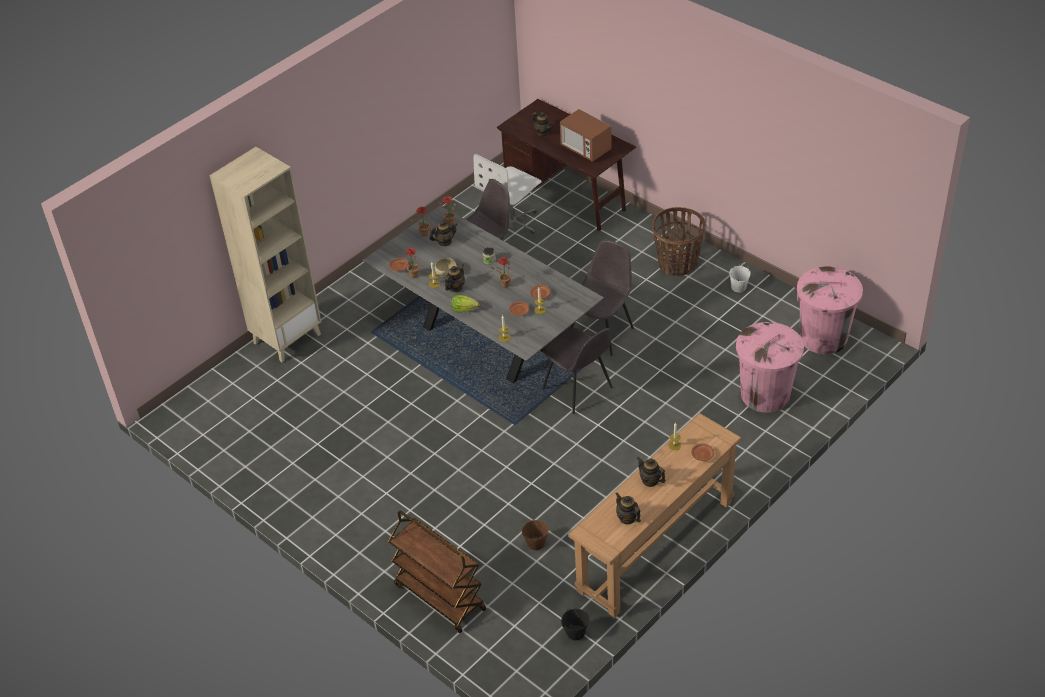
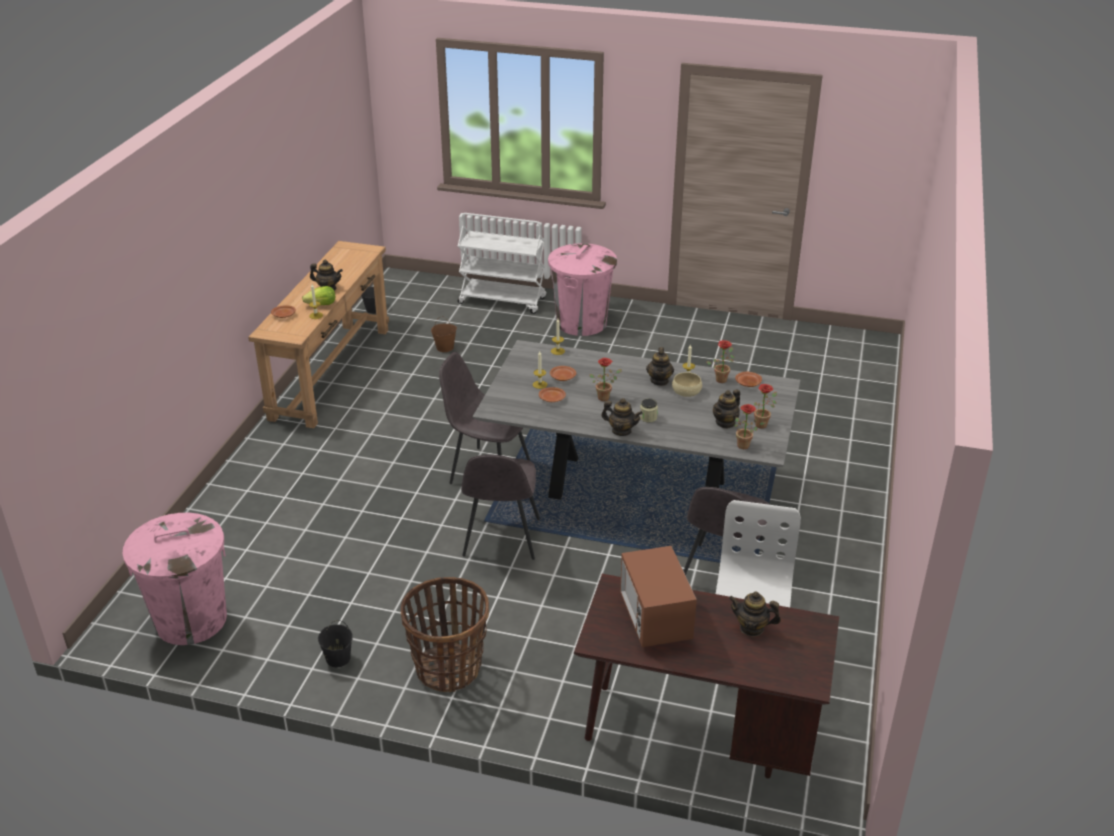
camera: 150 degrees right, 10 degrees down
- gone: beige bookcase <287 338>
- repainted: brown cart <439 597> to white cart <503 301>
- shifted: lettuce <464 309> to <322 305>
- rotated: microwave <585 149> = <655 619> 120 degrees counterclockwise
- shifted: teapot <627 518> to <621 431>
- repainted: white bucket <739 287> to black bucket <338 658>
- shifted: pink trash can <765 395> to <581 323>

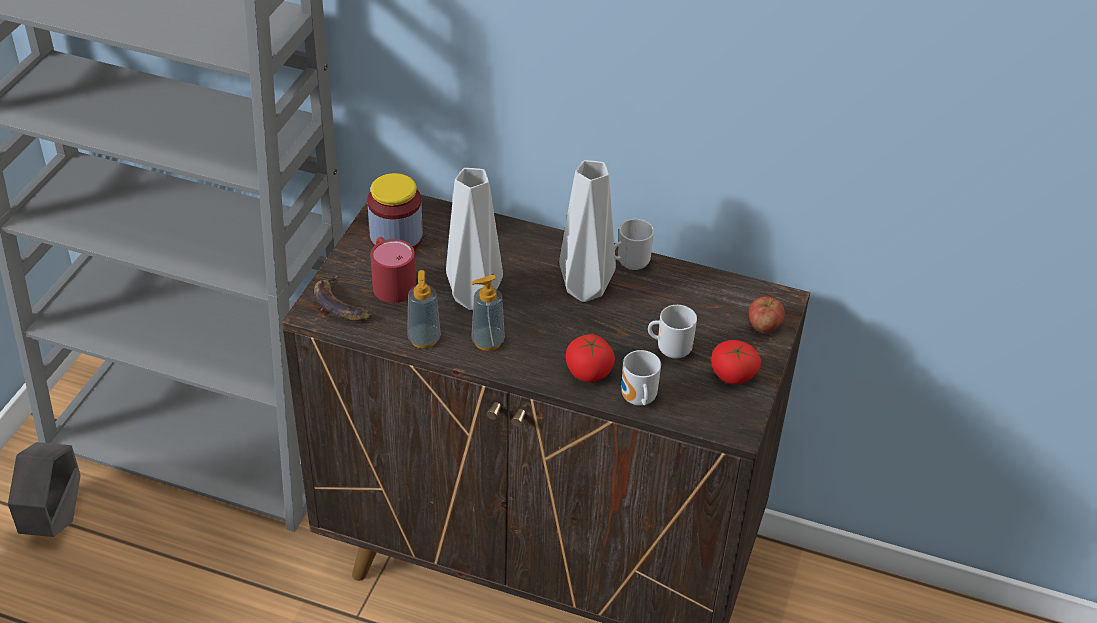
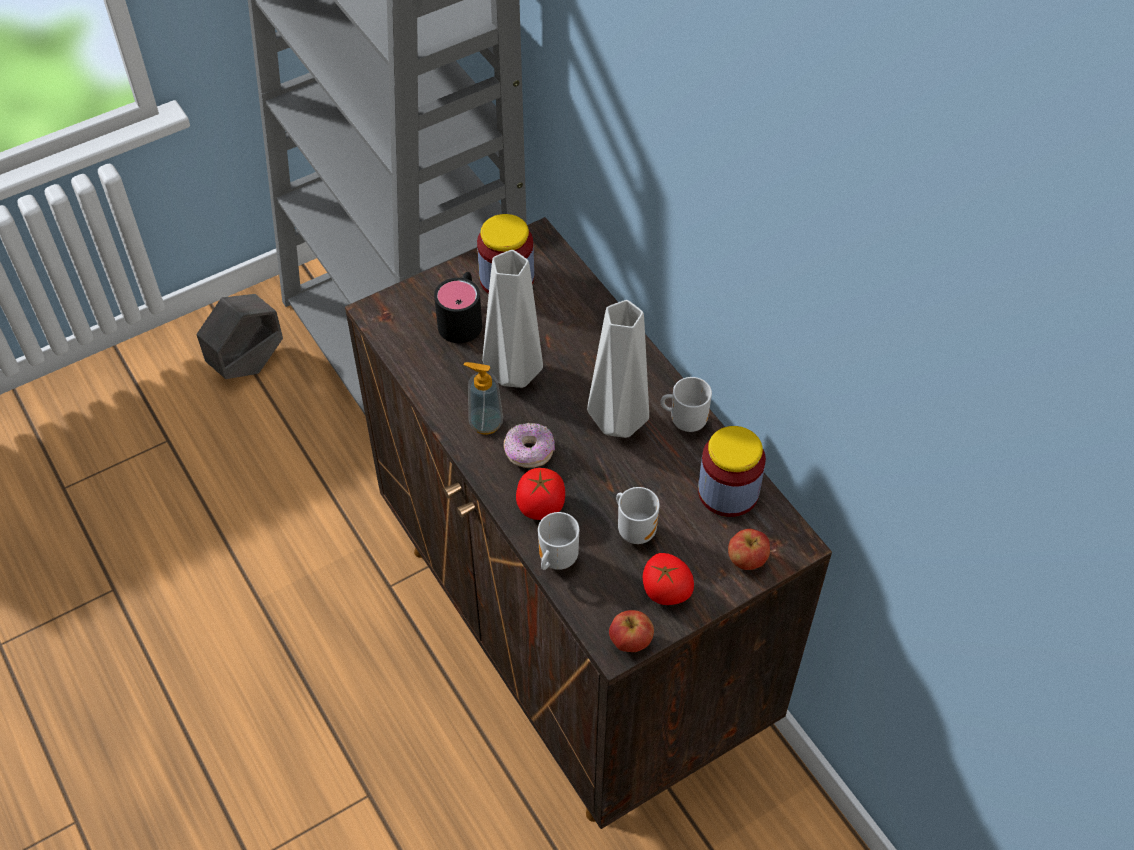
camera: 40 degrees right, 10 degrees up
- gone: banana <341 304>
- repainted: red mug <390 281> to black mug <462 318>
- gone: soap dispenser <424 339>
- new: donut <529 452>
- new: apple <631 641>
- new: jar <728 492>

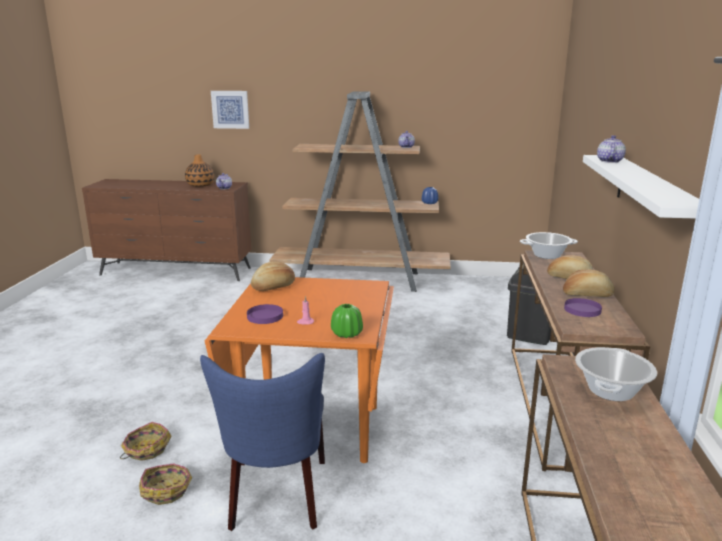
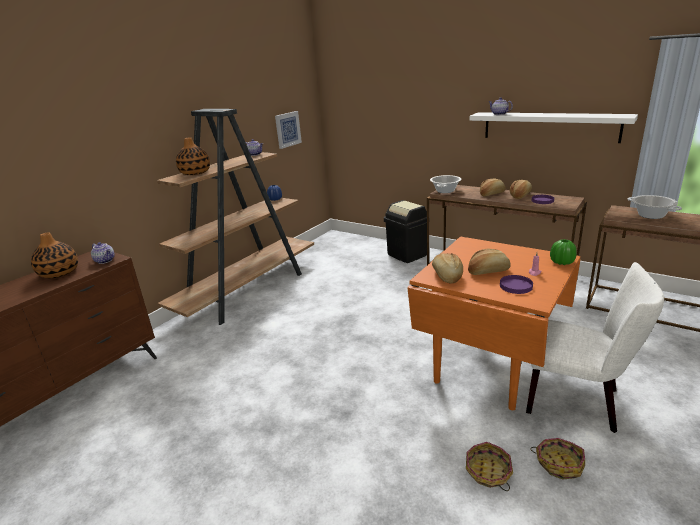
camera: 60 degrees left, 5 degrees up
- repainted: blue chair <277 498> to white chair <579 401>
- shifted: picture <230 109> to <287 129>
- new: vase <195 173>
- new: bread <488 271>

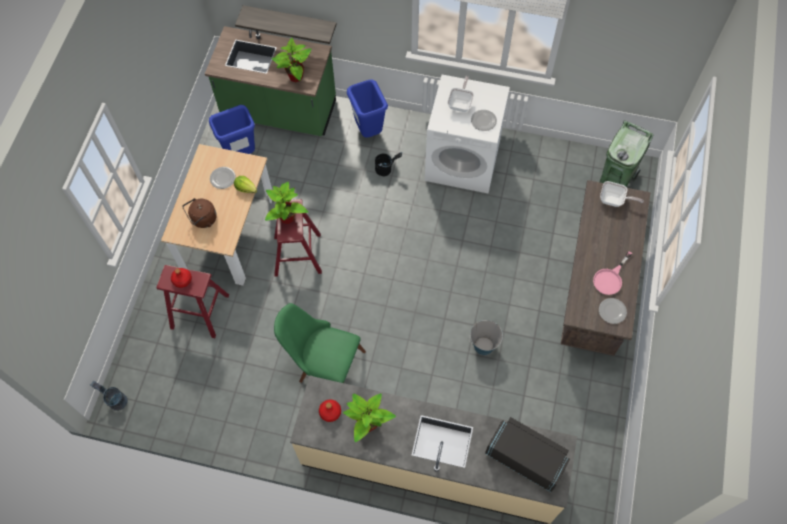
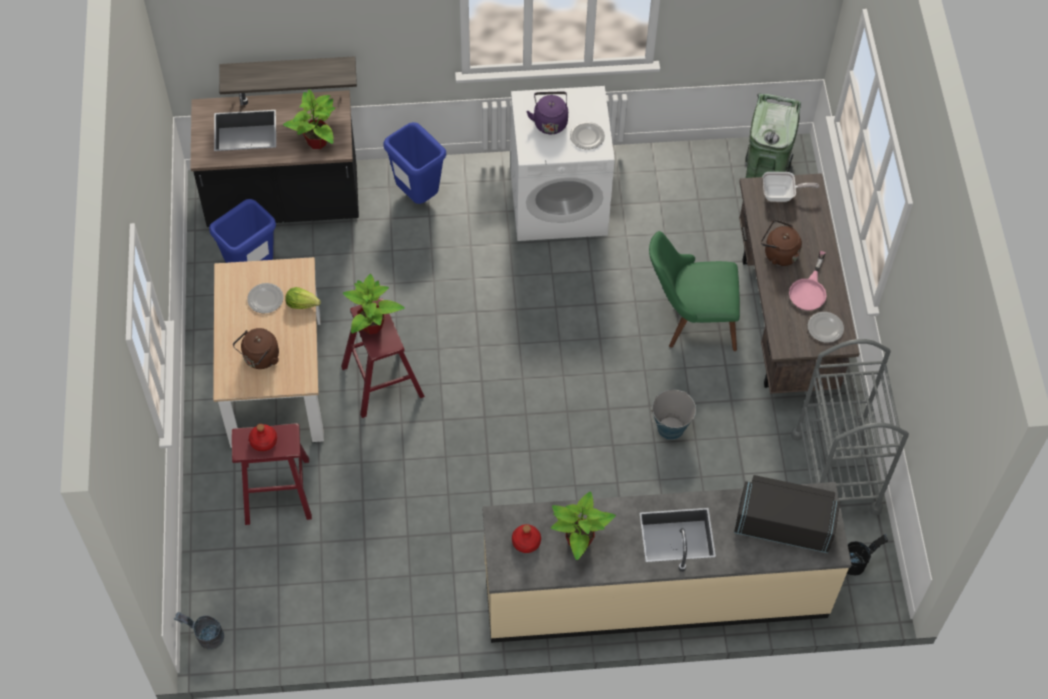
camera: 20 degrees left, 5 degrees down
- repainted: green counter <279 112> to black counter <284 201>
- shifted: green chair <323 364> to <690 319>
- shifted: black bucket <386 169> to <857 562>
- swapped: frying pan <461 103> to purple kettle <550 121>
- new: brown kettle <778 253>
- new: grey cart <835 472>

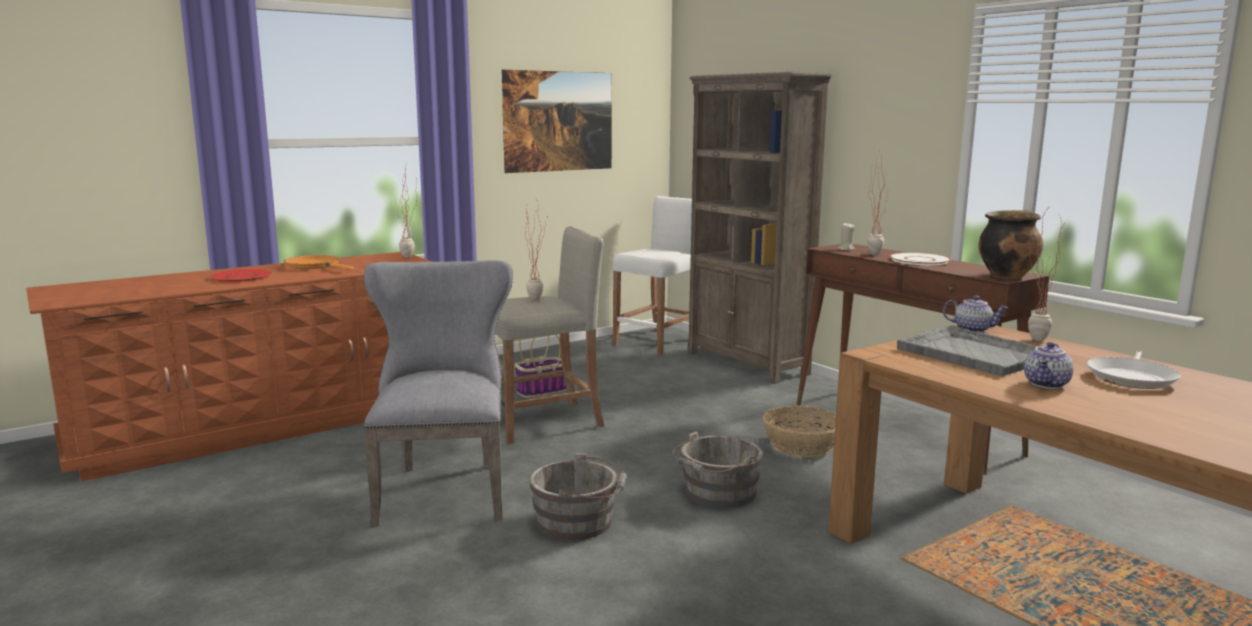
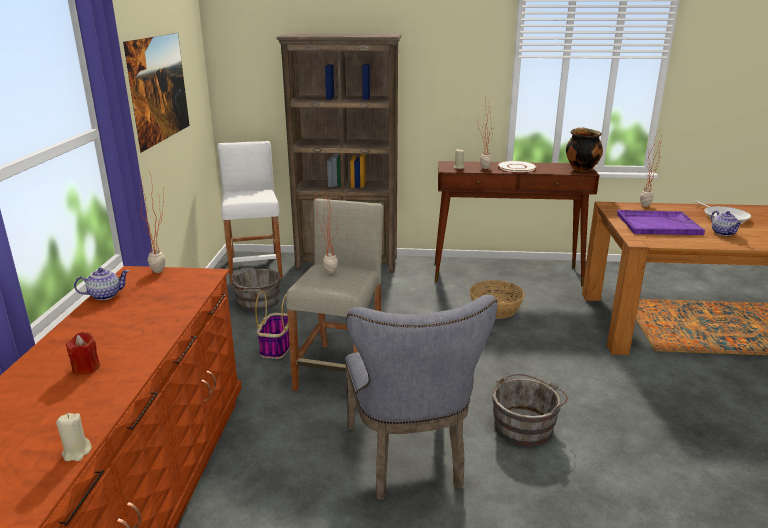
camera: 50 degrees left, 10 degrees up
- swapped: red plate <241 277> to red candle <86 368>
- gone: orange frying pan <315 266>
- rotated: grey chair <444 488> = <409 460> 135 degrees counterclockwise
- shifted: grey bucket <717 493> to <258 303>
- repainted: grey tray <972 353> to purple tray <657 224>
- shifted: teapot <973 329> to <105 295>
- new: beige candle <77 452>

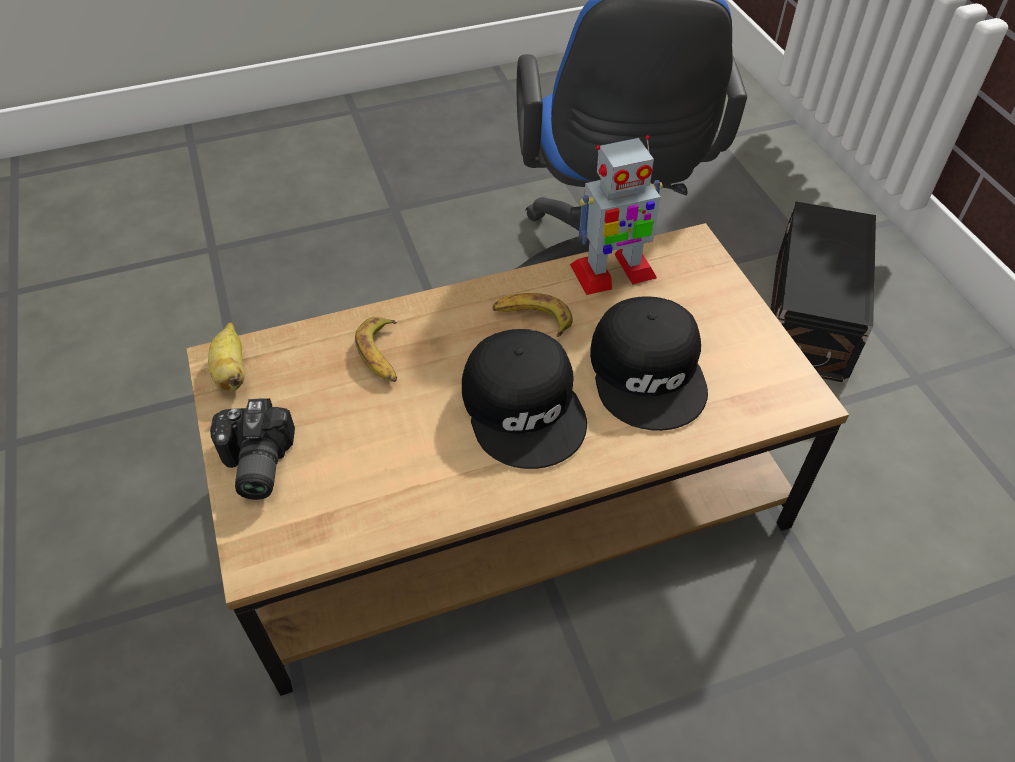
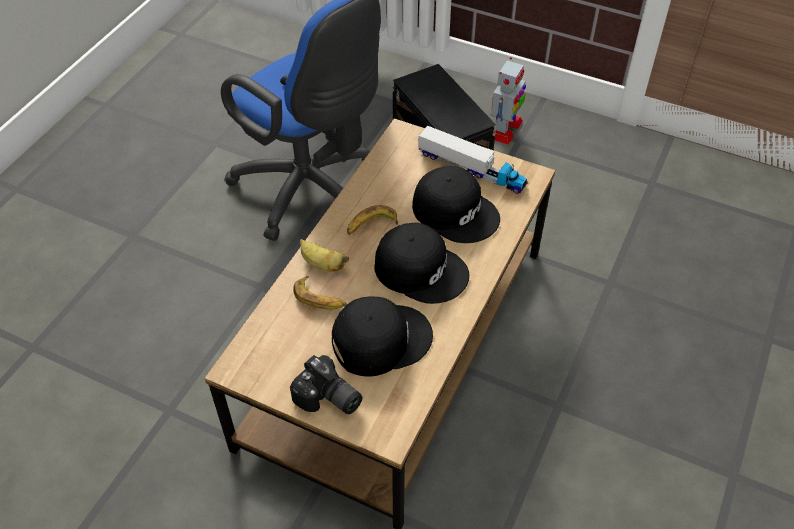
camera: 45 degrees left, 0 degrees up
- shifted: banana <231 371> to <322 264>
- shifted: toy robot <612 272> to <504 129>
- new: black cap <380 339>
- new: toy truck <471 169>

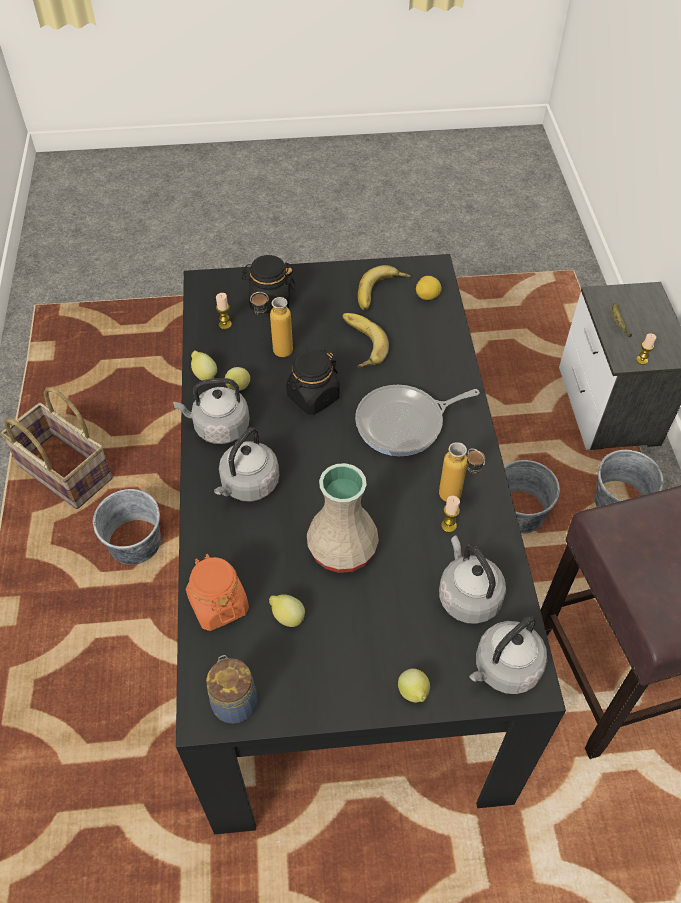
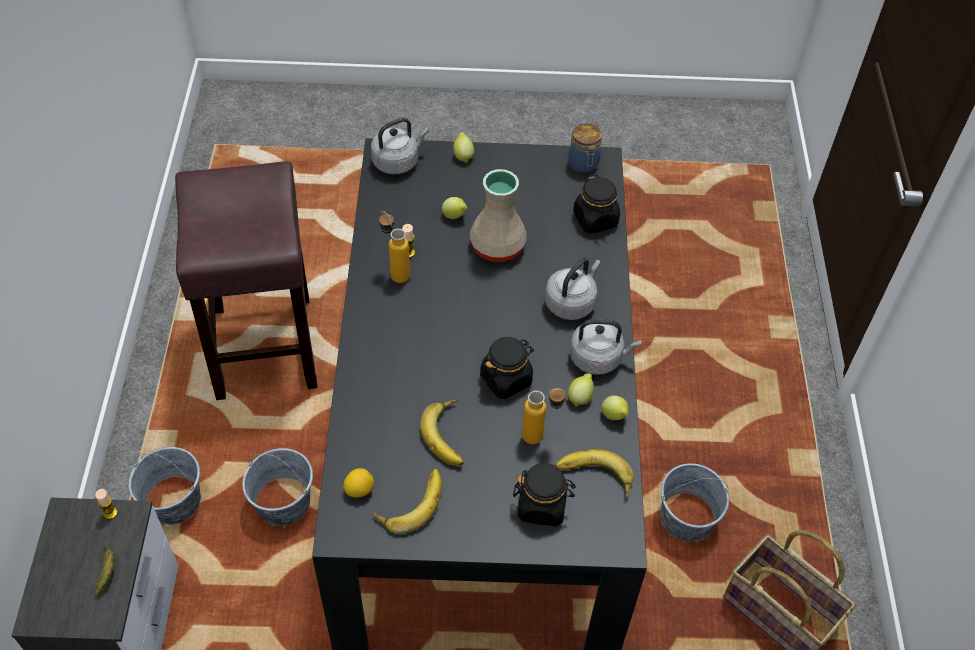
camera: 175 degrees left, 0 degrees up
- repainted: orange jar <218 604> to black jar <595 219>
- swapped: candle <225 324> to banana <594 478>
- shifted: lemon <287 617> to <455 216>
- gone: frying pan <404 424>
- gone: grey kettle <467 596>

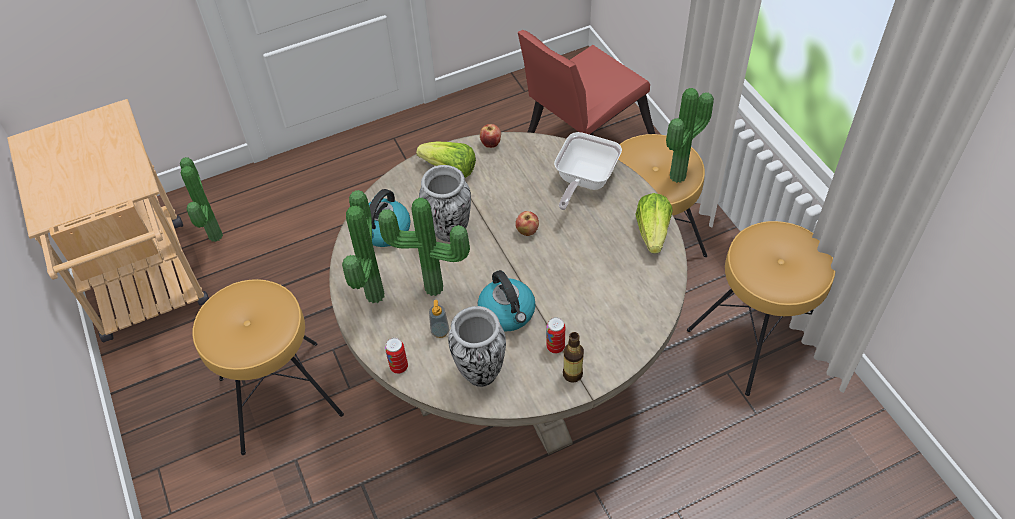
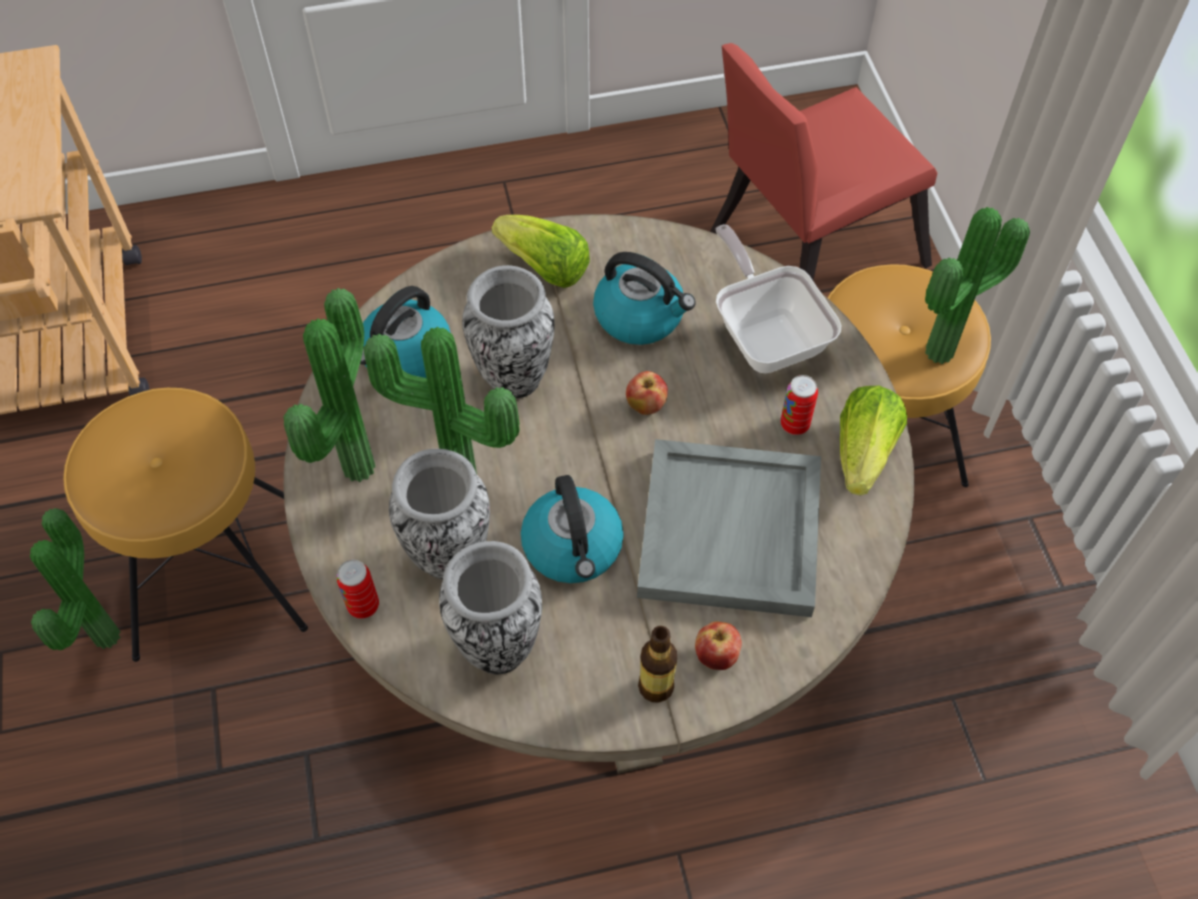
camera: 10 degrees right, 5 degrees up
- shifted: potted plant <213 237> to <101 637>
- swapped: soap dispenser <440 331> to vase <449 556>
- shifted: apple <491 144> to <716 656>
- shifted: can <555 347> to <794 424>
- rotated: frying pan <583 181> = <766 334> 120 degrees clockwise
- gone: brown stool <755 338>
- new: kettle <640 316>
- new: grey tray <731 533>

